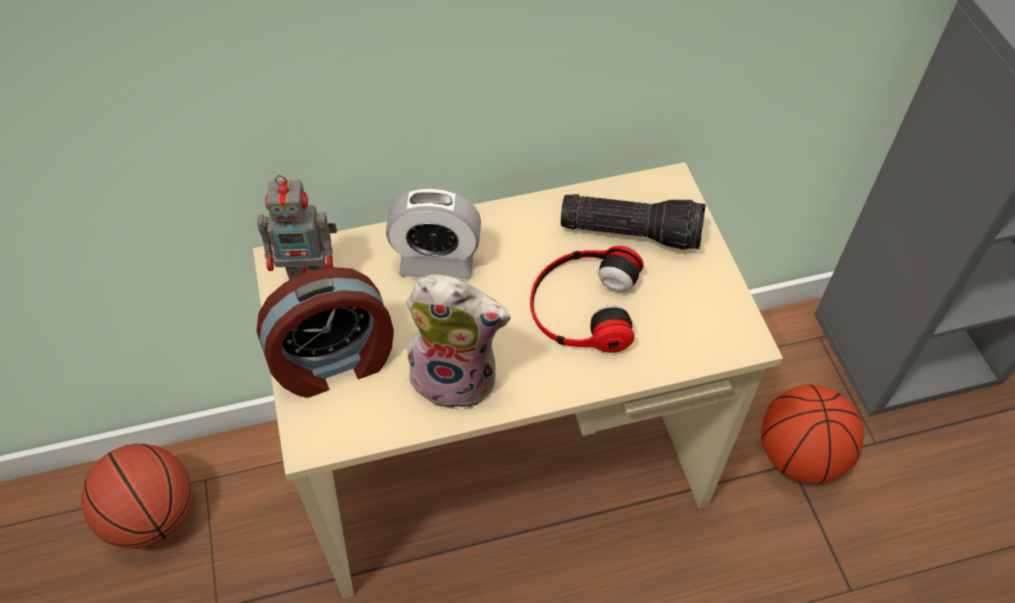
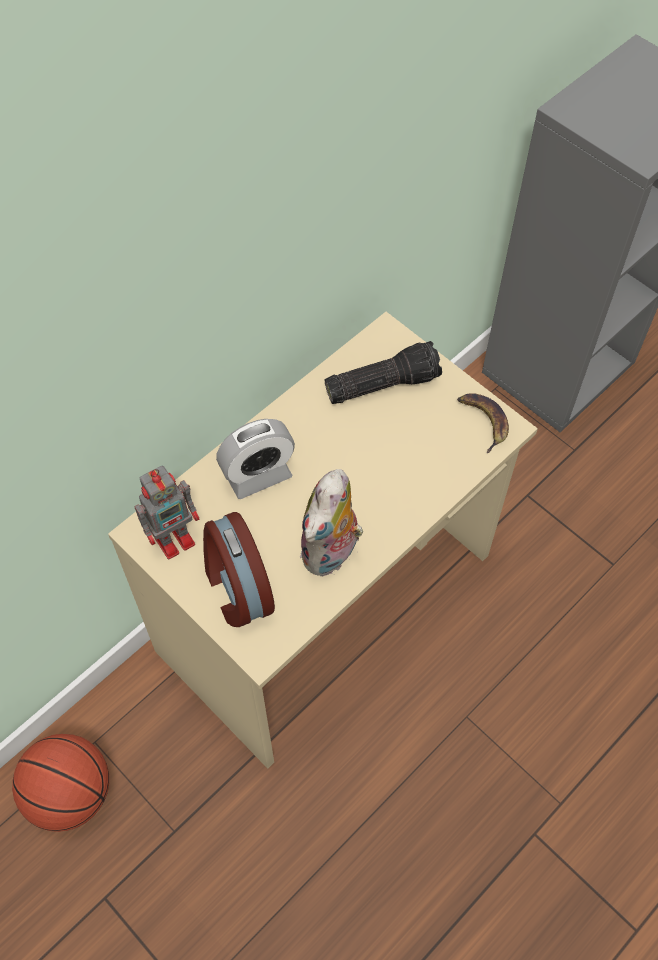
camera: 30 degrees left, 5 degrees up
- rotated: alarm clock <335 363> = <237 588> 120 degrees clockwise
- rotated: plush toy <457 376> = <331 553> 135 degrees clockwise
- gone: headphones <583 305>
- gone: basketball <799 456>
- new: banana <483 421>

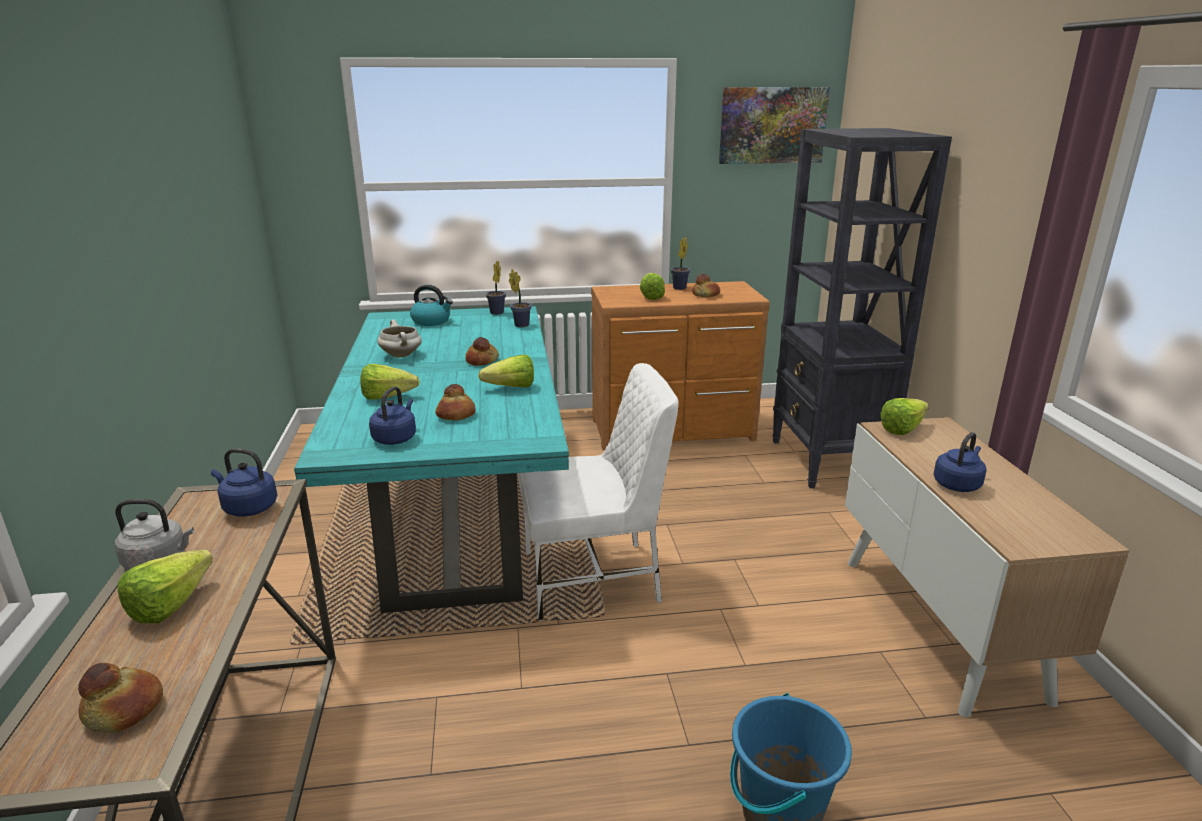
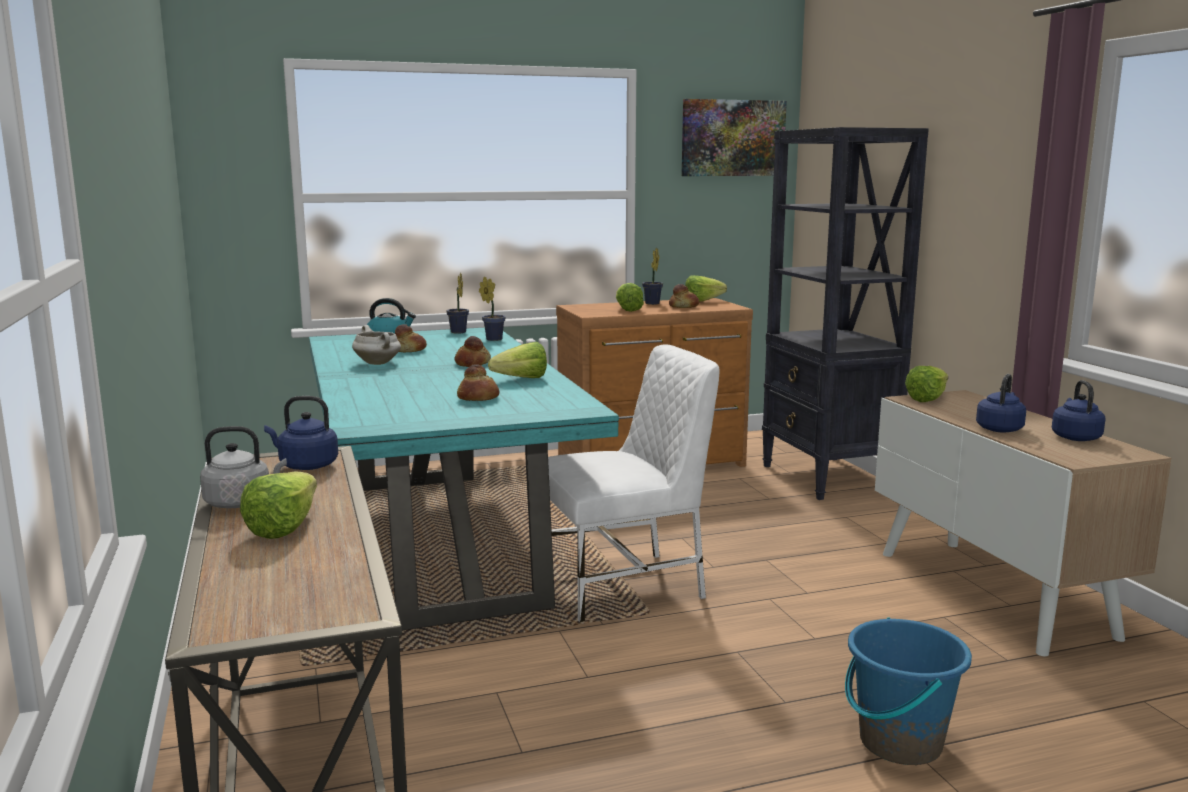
camera: 10 degrees left, 10 degrees down
- shifted: bread <123 710> to <409 351>
- shifted: lettuce <392 397> to <706 301>
- shifted: blue kettle <395 438> to <1075 437>

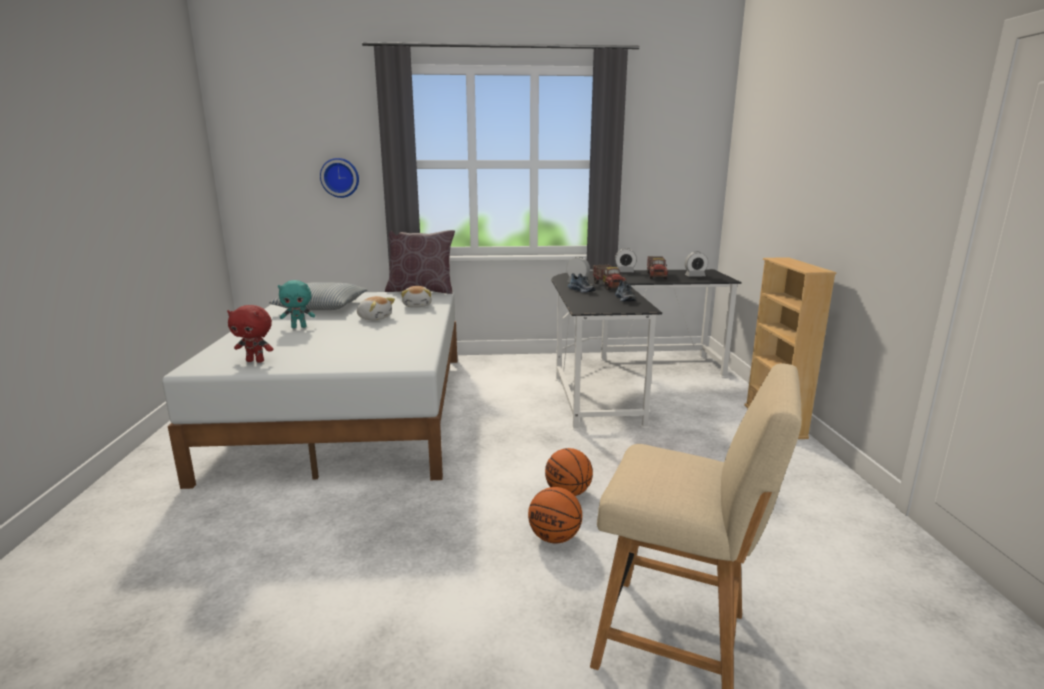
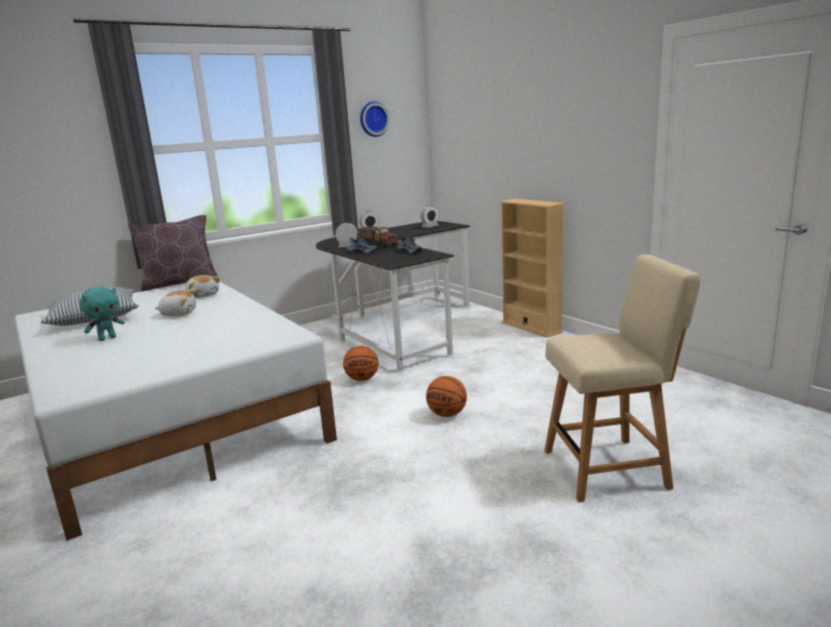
camera: 30 degrees left, 0 degrees up
- gone: red plush toy <256 361>
- shifted: wall clock <340 177> to <373 119>
- shifted: basketball <554 537> to <362 379>
- gone: toy truck <656 276>

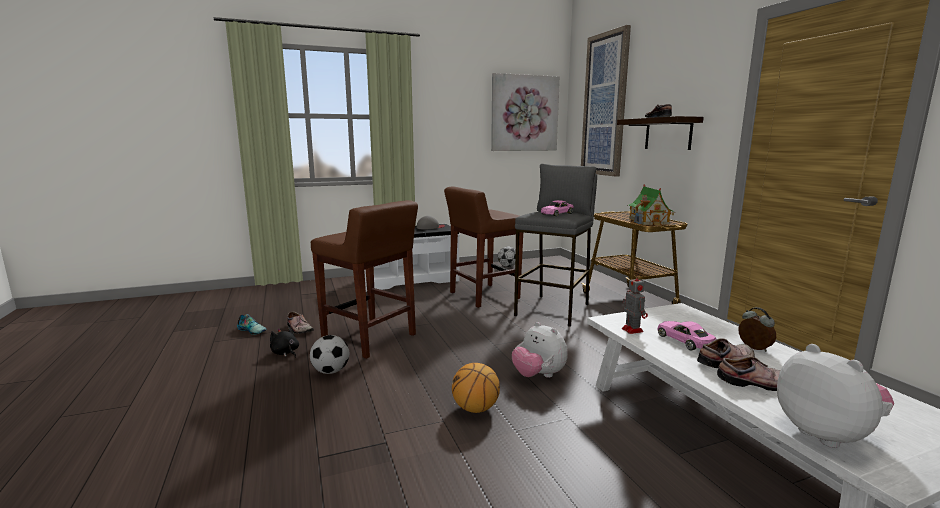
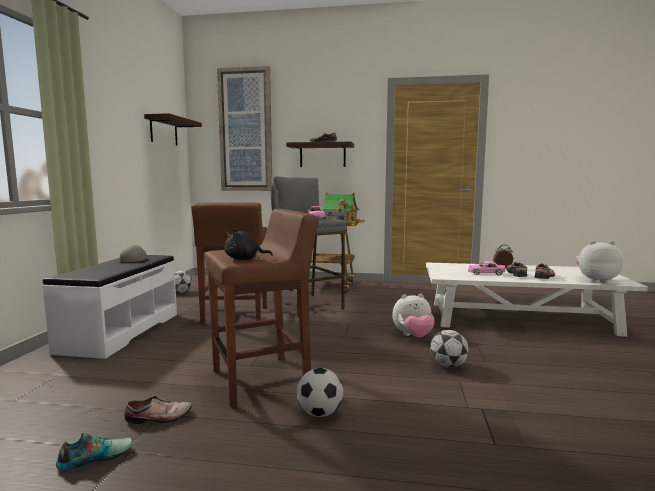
camera: 60 degrees left, 5 degrees down
- shifted: black plush toy <285 353> to <245 259>
- swapped: basketball <475 409> to football <448 366>
- swapped: picture <524 113> to shelf <163 131>
- gone: toy robot <631 329>

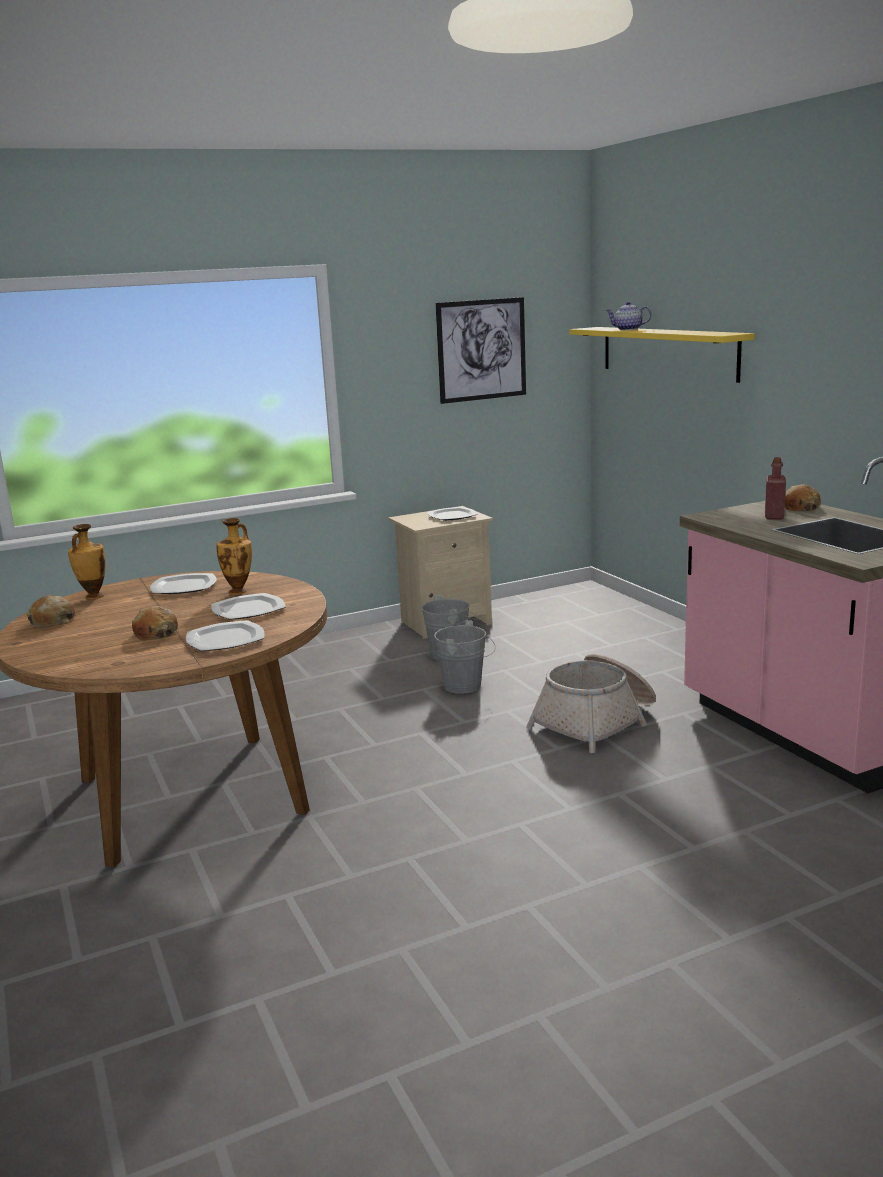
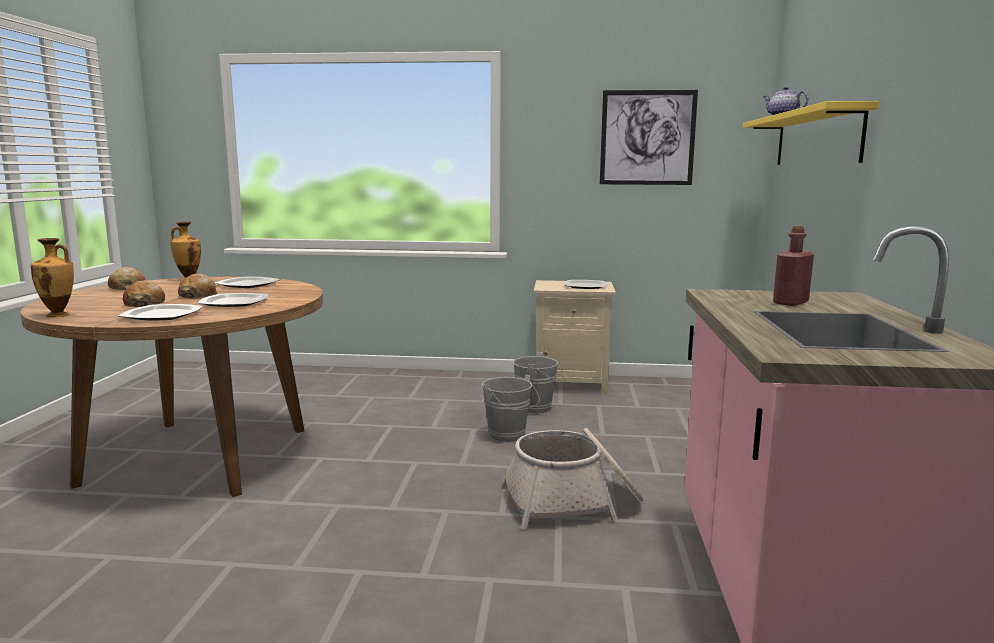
camera: 30 degrees right, 5 degrees down
- shifted: vase <239 591> to <58 315>
- shifted: bread <800 507> to <198 295>

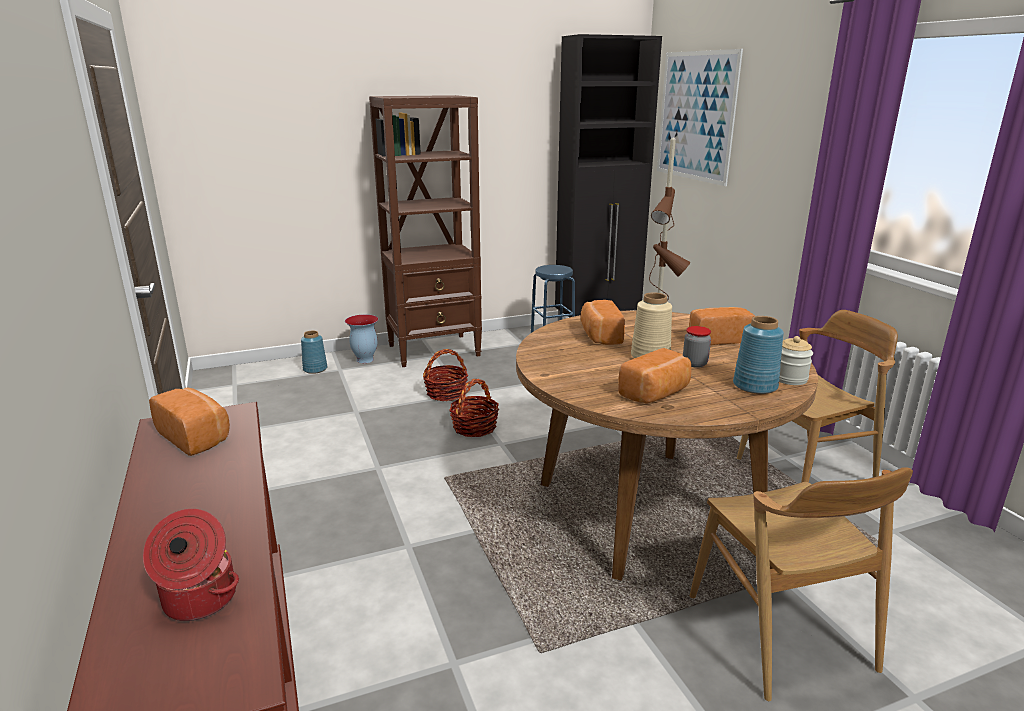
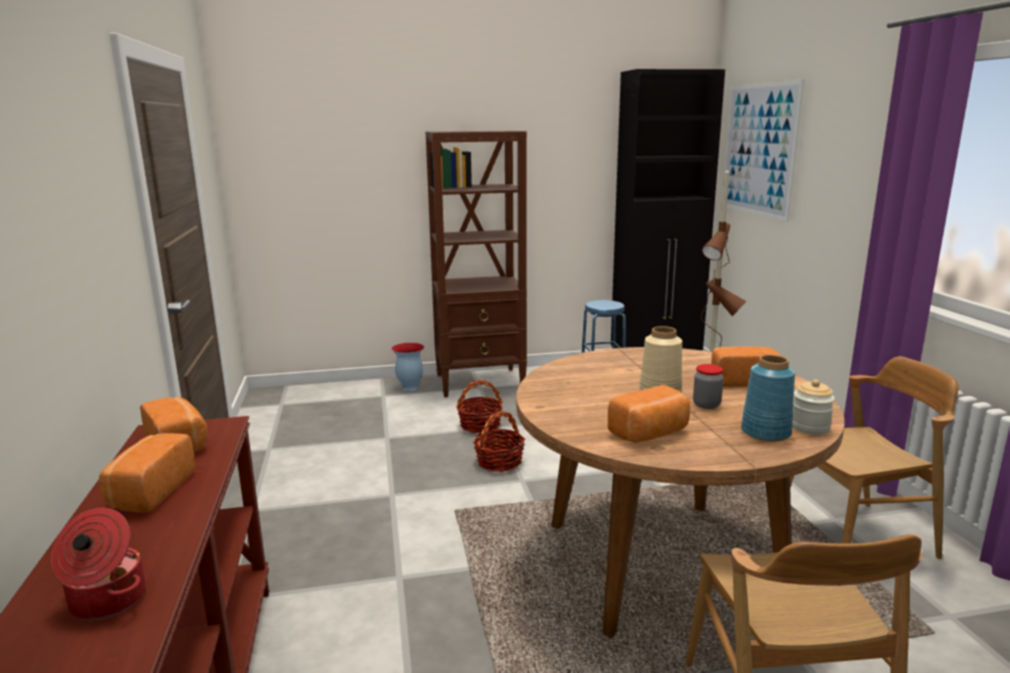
camera: 10 degrees right, 5 degrees down
- gone: blue vase <315 369>
- shifted: bread <600 336> to <149 492>

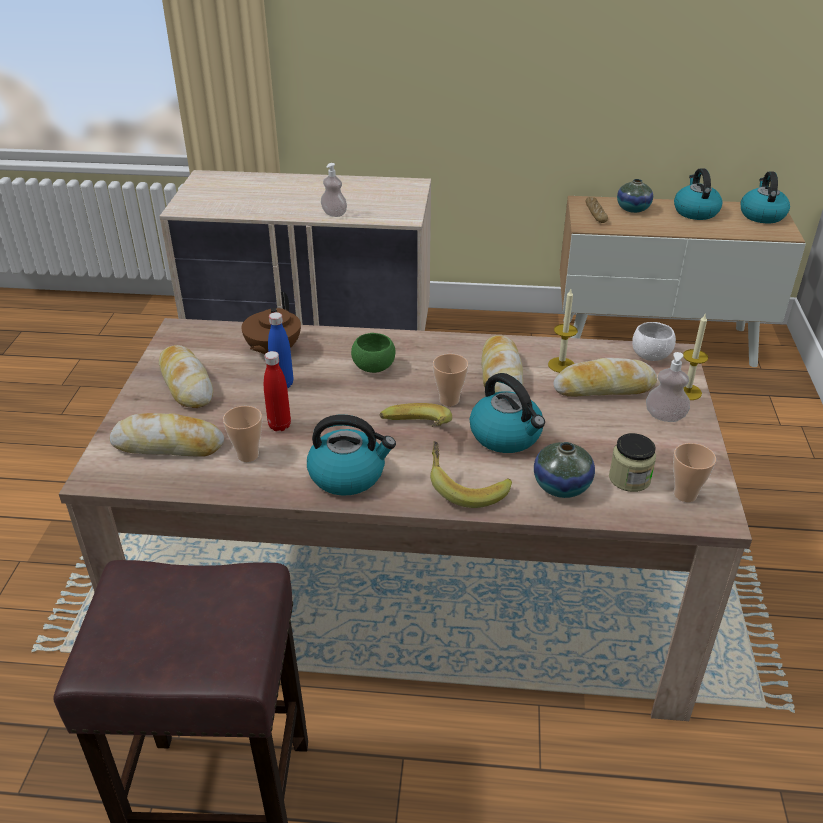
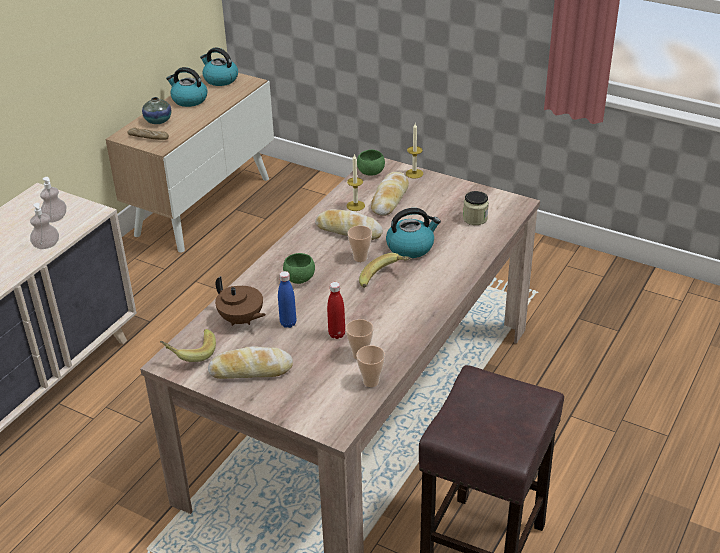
camera: 65 degrees left, 0 degrees up
- gone: bread <168 445>
- gone: kettle <348 475>
- shifted: banana <466 487> to <190 353>
- gone: vase <561 486>
- repainted: white bowl <650 355> to green bowl <371 172>
- shifted: soap dispenser <665 416> to <55 218>
- shifted: cup <685 494> to <371 381>

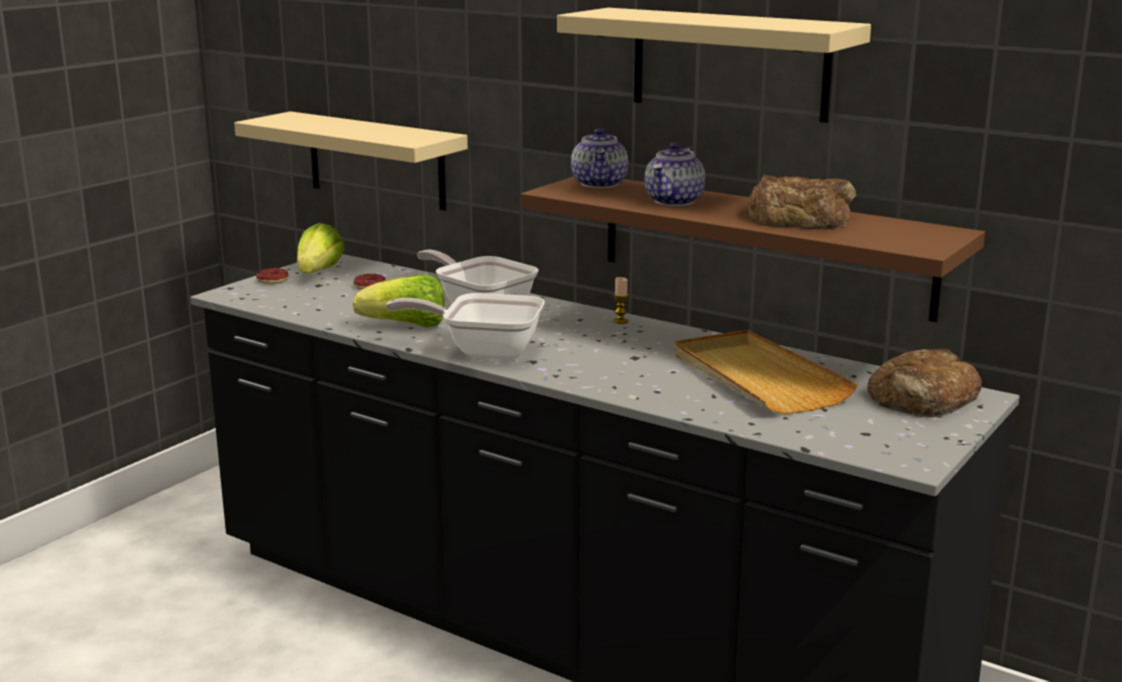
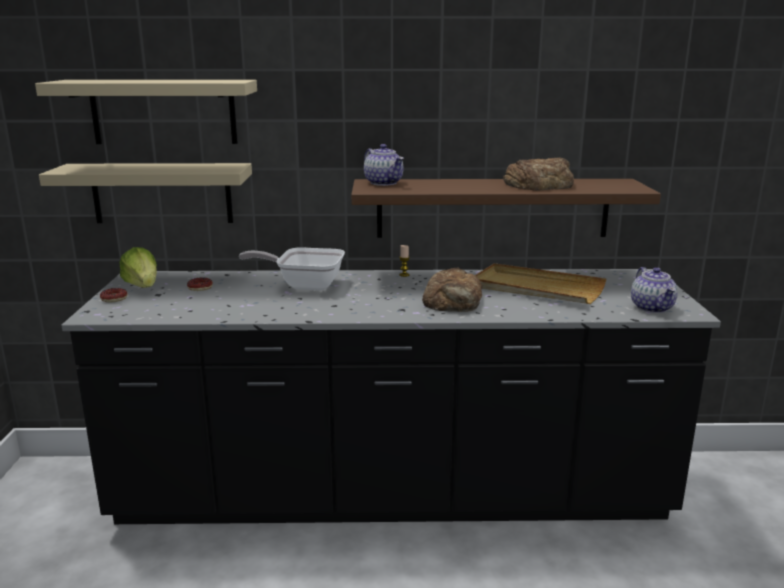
camera: 35 degrees left, 0 degrees up
- gone: lettuce <406 326>
- gone: frying pan <483 350>
- shifted: beige shelf <729 63> to <164 112>
- shifted: teapot <674 201> to <652 308>
- shifted: bread <923 398> to <454 300>

